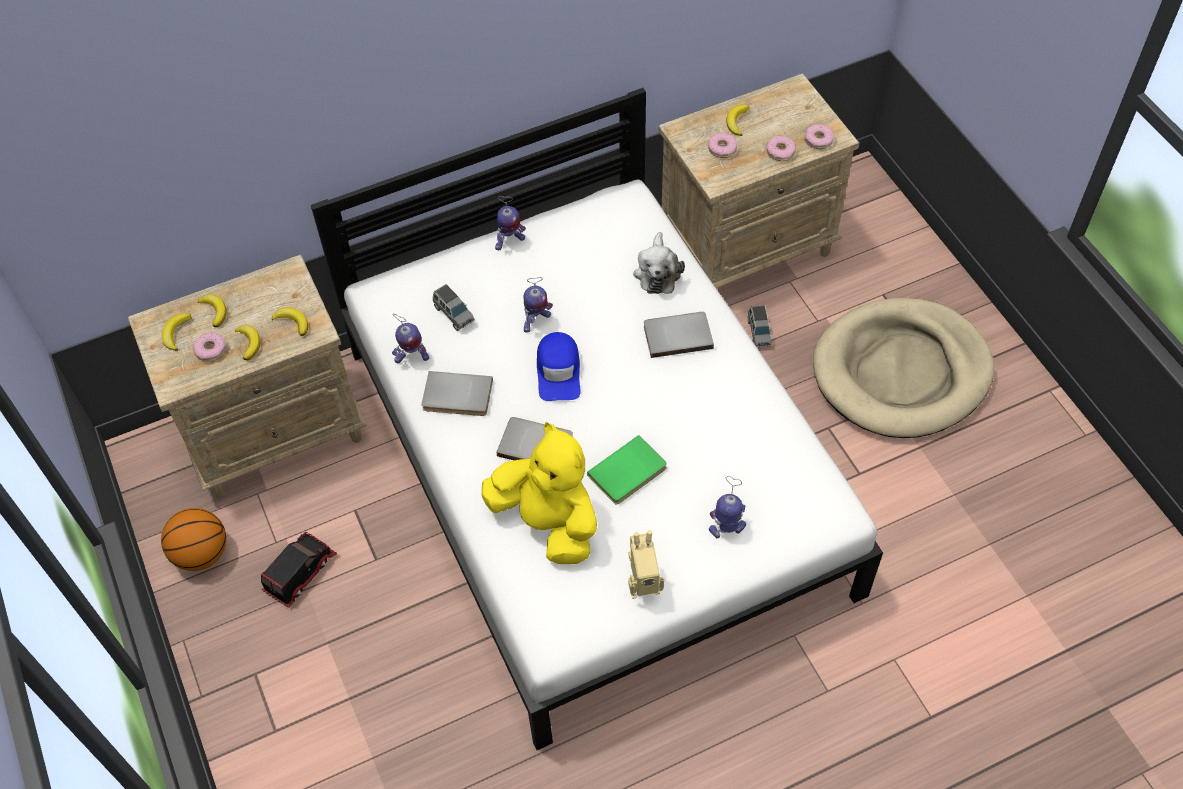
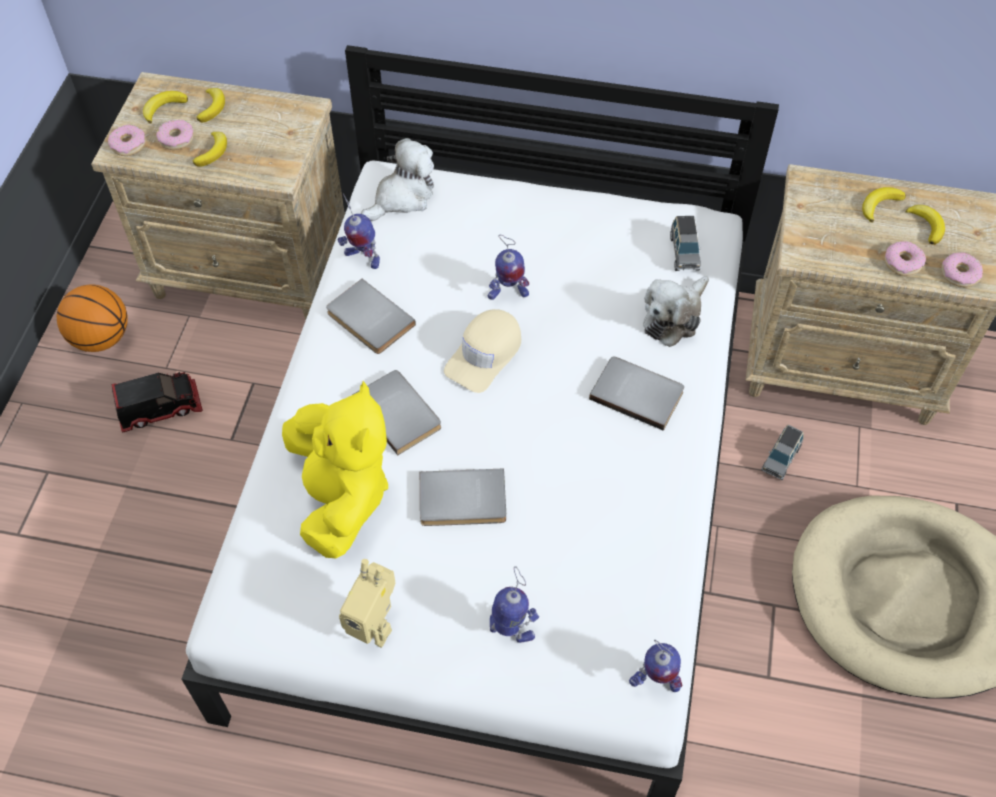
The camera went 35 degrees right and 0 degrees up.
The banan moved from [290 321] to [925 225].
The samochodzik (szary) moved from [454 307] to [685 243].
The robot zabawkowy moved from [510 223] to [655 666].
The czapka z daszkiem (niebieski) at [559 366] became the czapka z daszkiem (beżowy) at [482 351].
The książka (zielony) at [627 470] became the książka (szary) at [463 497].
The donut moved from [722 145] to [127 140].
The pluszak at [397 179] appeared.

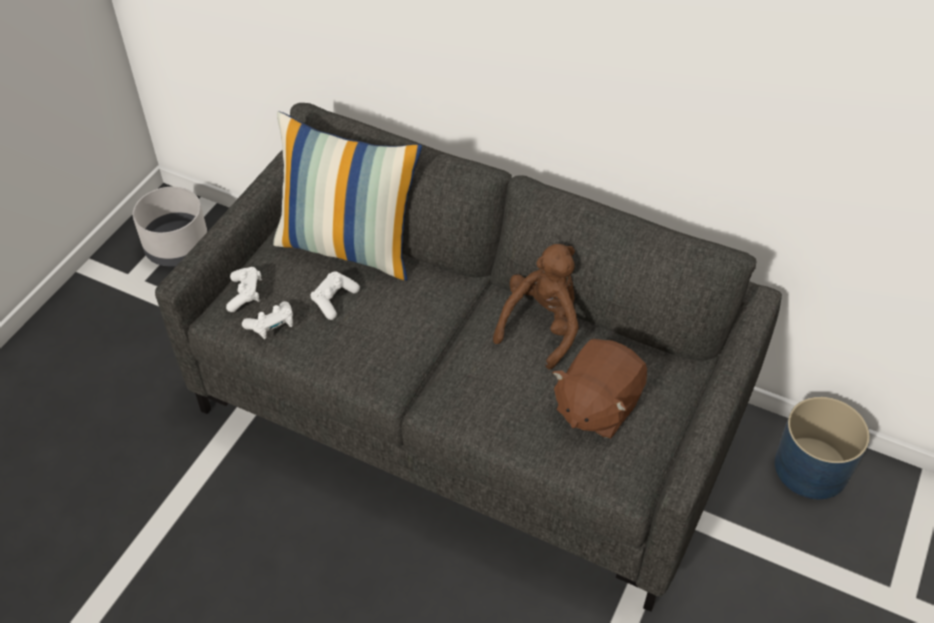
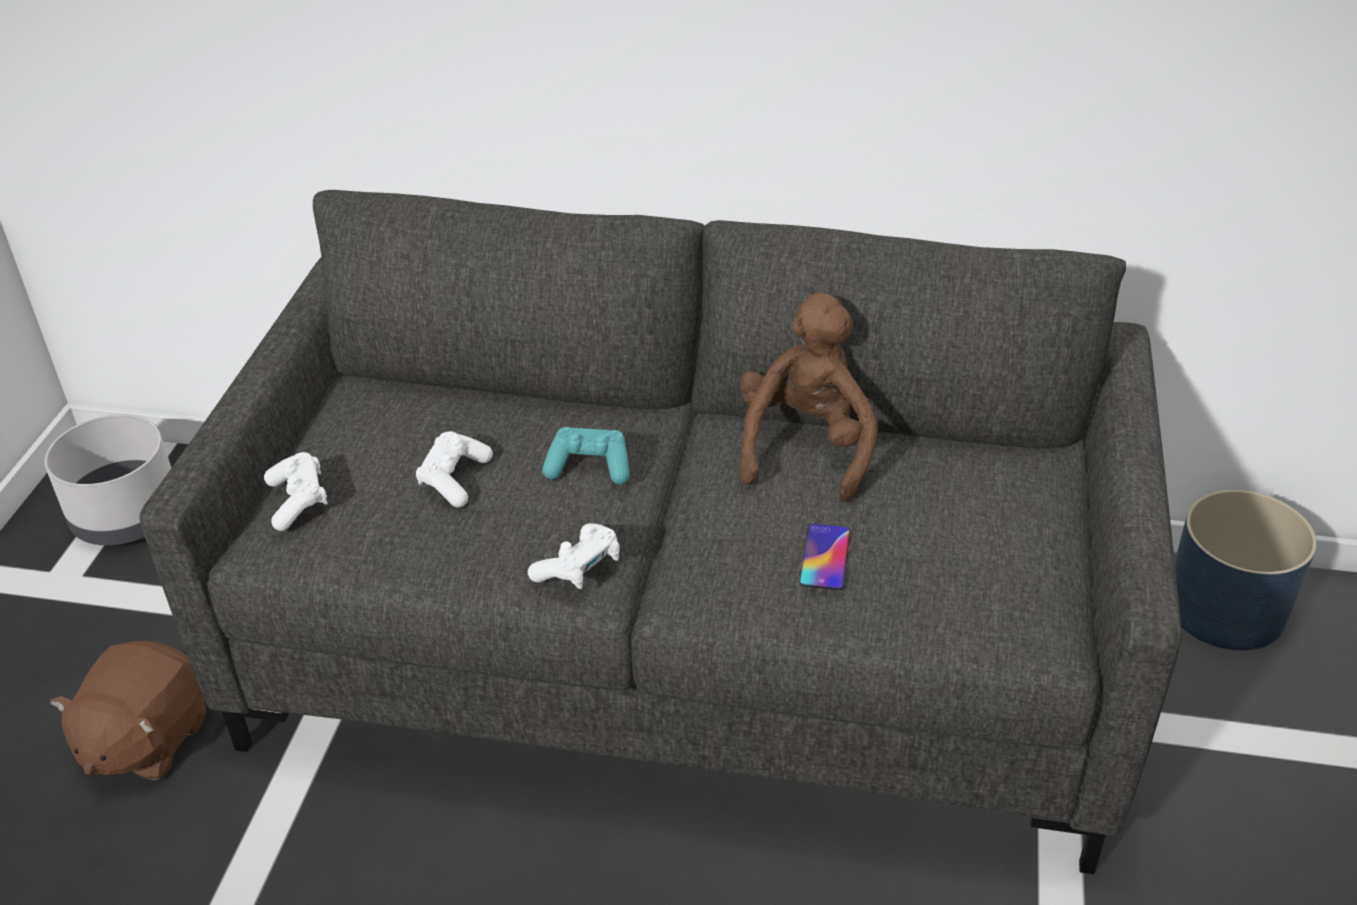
The camera went 15 degrees left and 10 degrees down.
The pad do gier (biały) moved from [267 320] to [574 556].
The poduszka at [347 196] disappeared.
The pluszak (brązowy) moved from [599 388] to [128 710].
The pad do gier (turkusowy) at [585 456] appeared.
The telefon at [825 557] appeared.

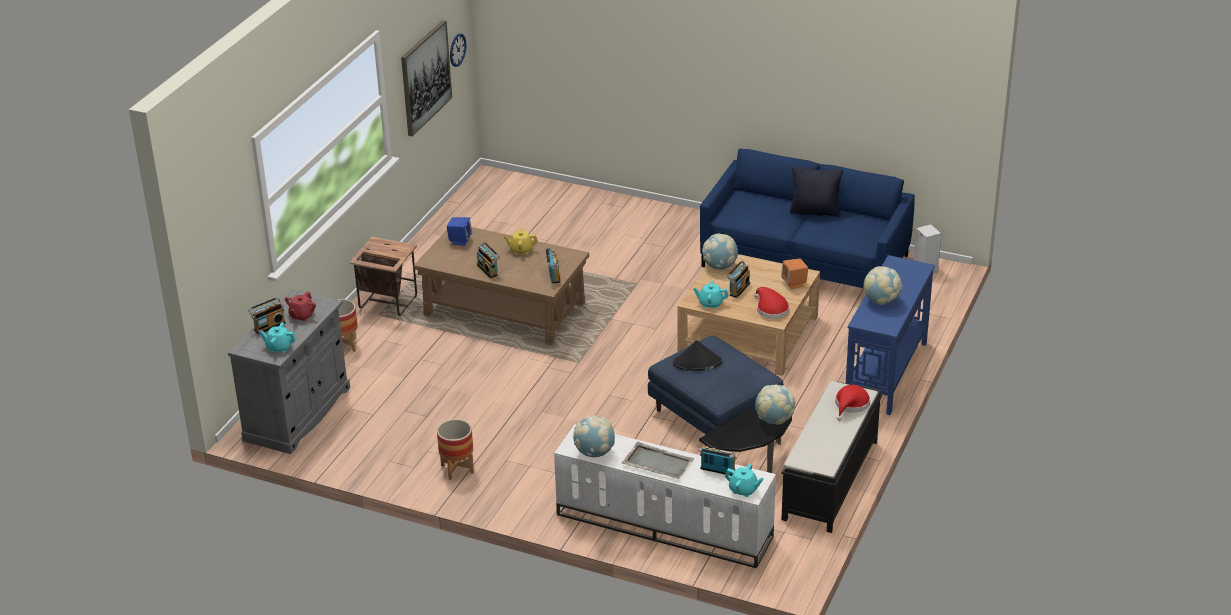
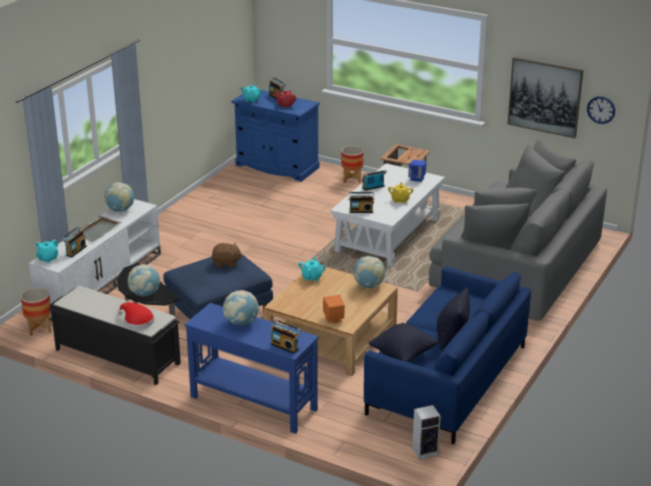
The camera went 95 degrees right and 5 degrees down.
The szafka (szary) at [289 371] became the szafka (niebieski) at [276 136].
The ława (brązowy) at [501 286] became the ława (biały) at [388 215].
The donica moved from [455 449] to [36 312].
The kapelusz (czarny) at [697 355] was replaced by the pluszak (brązowy) at [227 255].
The radio moved from [738 279] to [286 336].
The kapelusz (czerwony) at [771 303] disappeared.
The poduszka (czarny) at [404 342] appeared.
The kanapa (szary) at [518 230] appeared.

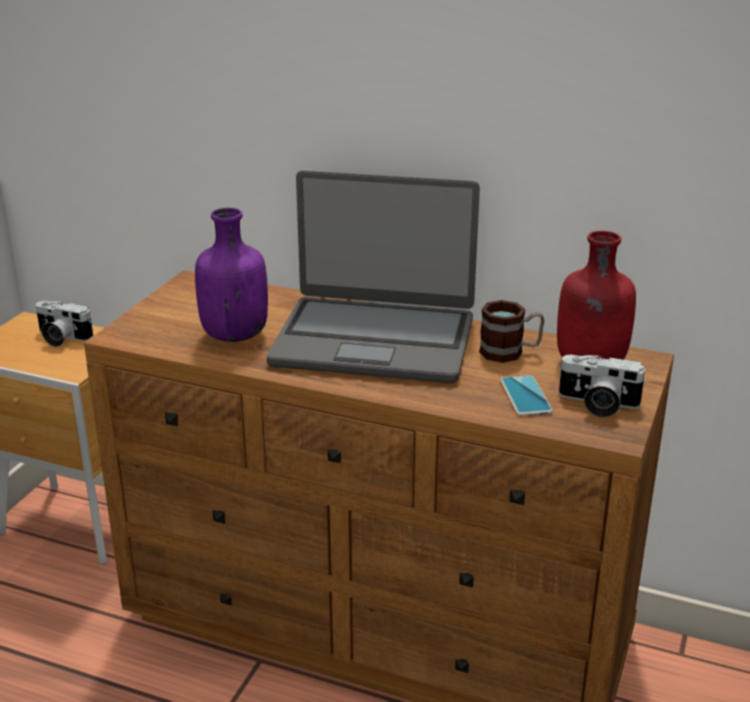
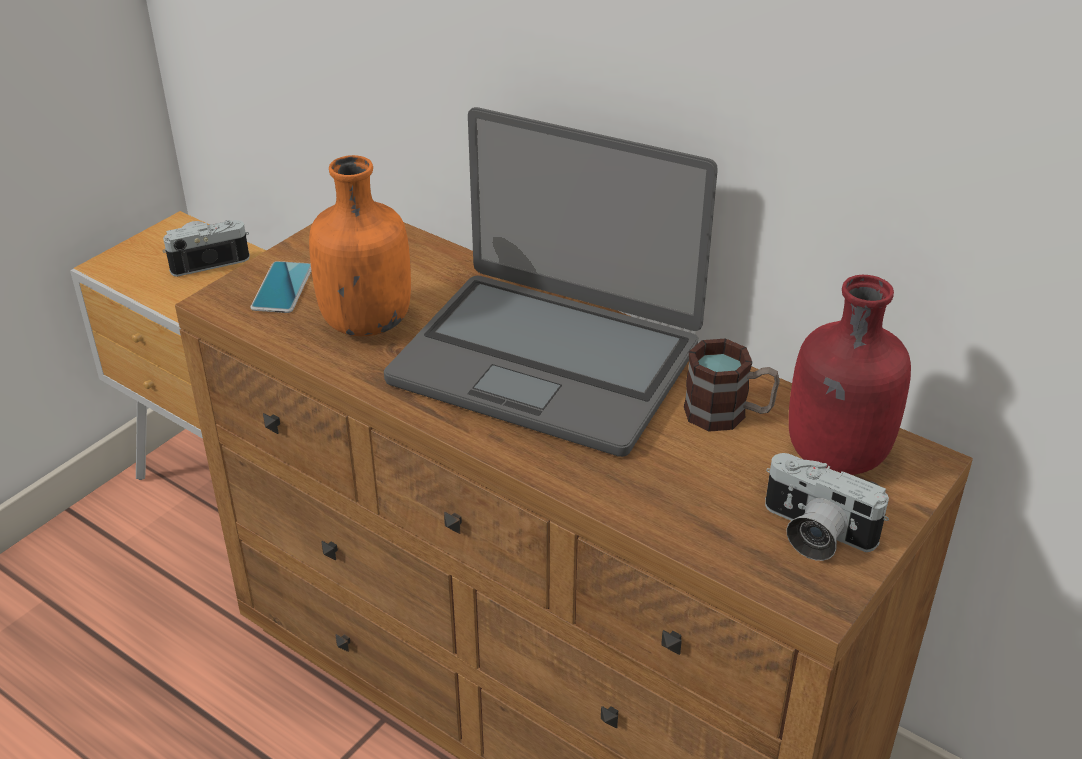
The camera went 15 degrees right and 10 degrees up.
The aparat fotograficzny at [64 324] turned 120 degrees clockwise.
The butelka (fioletowy) at [231 275] became the butelka (pomarańczowy) at [360 245].
The telefon moved from [526 395] to [280 287].

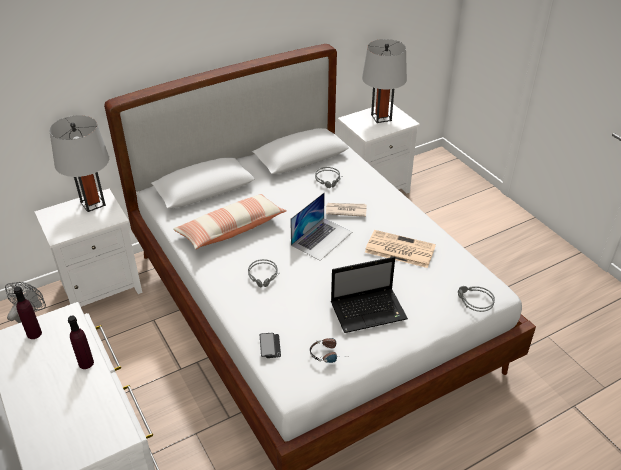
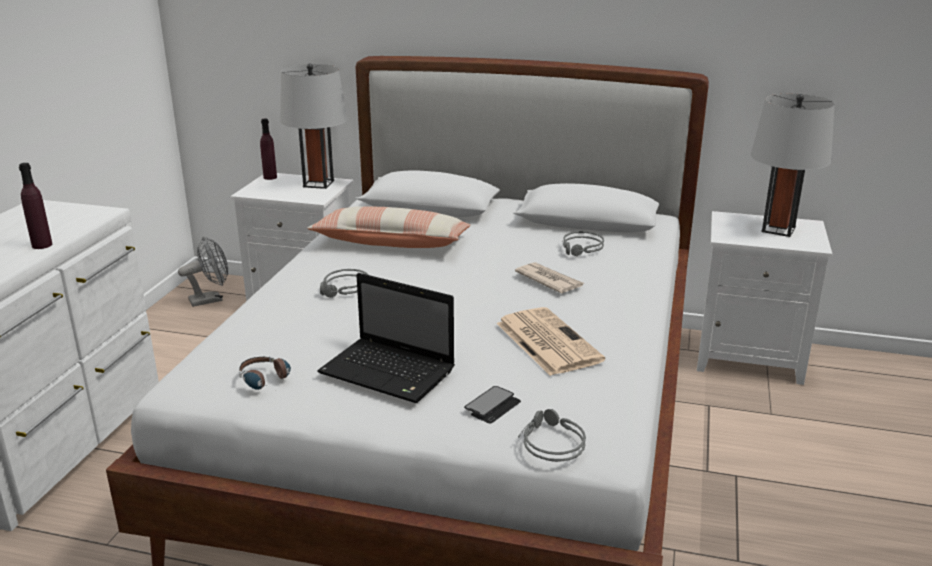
The camera went 45 degrees right and 15 degrees down.
The butelka (fioletowy) moved from [28 312] to [268 149].
The telefon moved from [270 345] to [492 405].
The laptop at [321 226] disappeared.

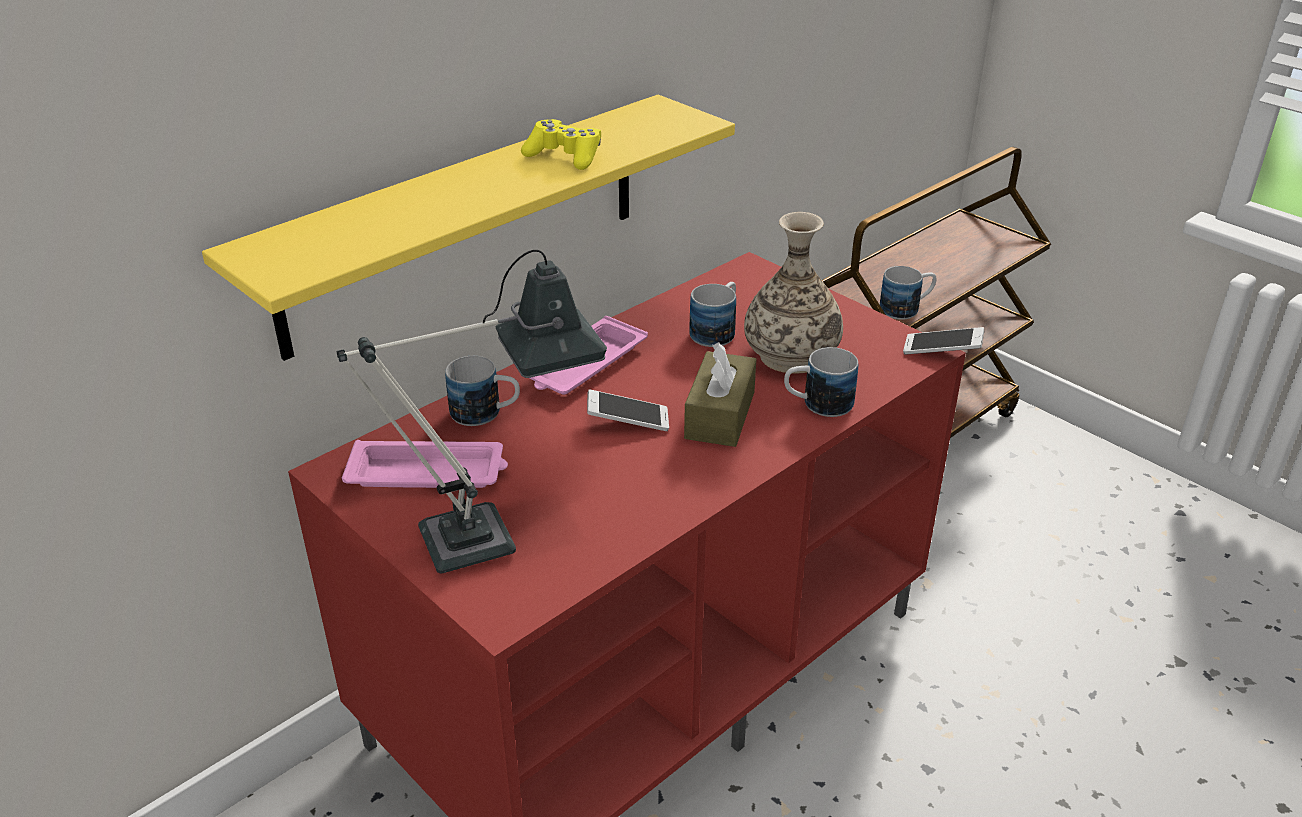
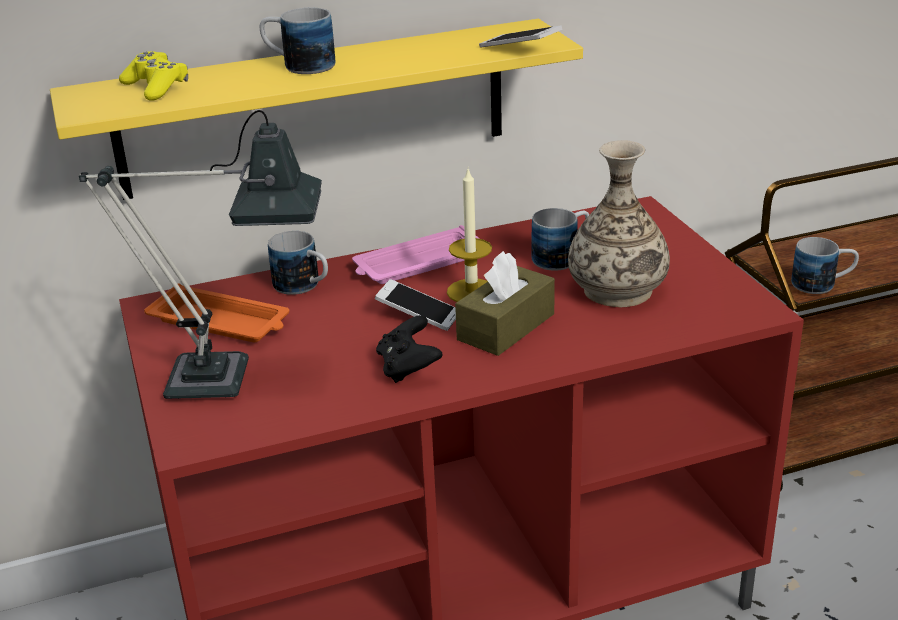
The camera went 25 degrees right and 5 degrees down.
The taca (różowy) at [425 464] became the taca (pomarańczowy) at [216 313].
The pad do gier (żółty) moved from [561 144] to [153 76].
The kubek moved from [821 382] to [297 41].
The telefon moved from [943 341] to [520 36].
The pad do gier (czarny) at [409 349] appeared.
The świeca at [469 235] appeared.

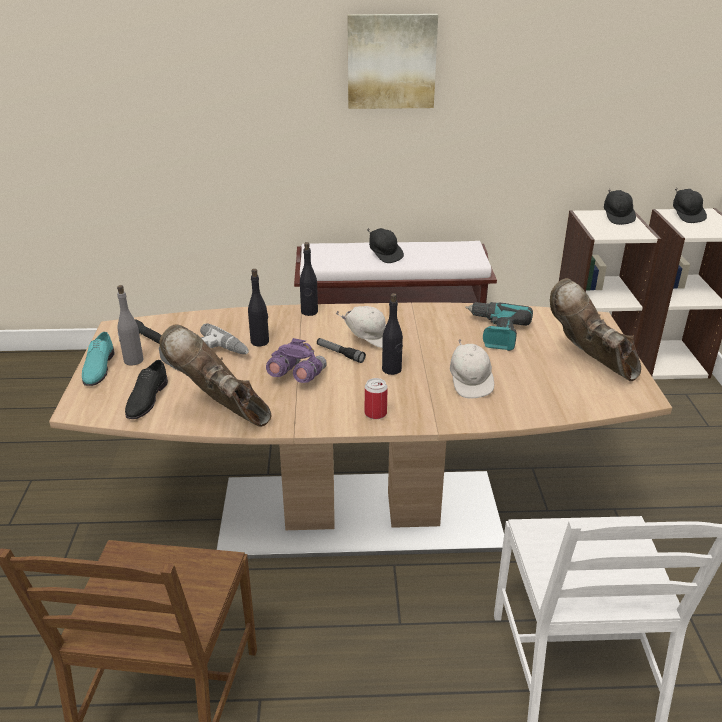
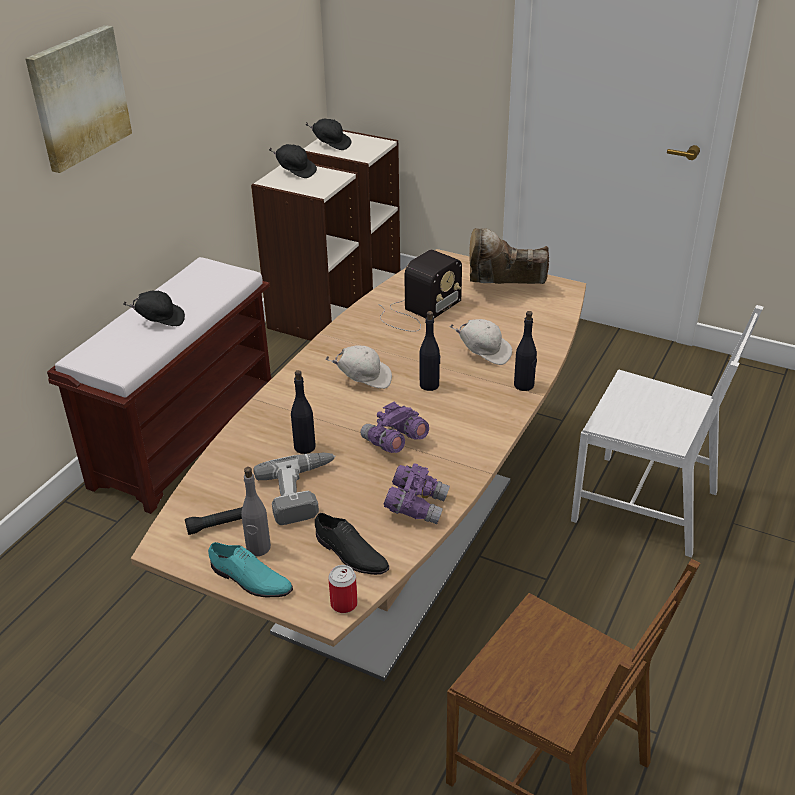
The camera went 60 degrees left and 5 degrees up.
The but z cholewką (brązowy) at [215 375] was replaced by the lornetka (fioletowy) at [416 494].
The butelka (czarny) moved from [309 279] to [525 351].
The latarka at [341 350] disappeared.
The czapka z daszkiem (biały) at [360 327] turned 45 degrees clockwise.
The puszka moved from [376 398] to [343 589].
The wiertarka at [499 326] was replaced by the radio at [420 291].

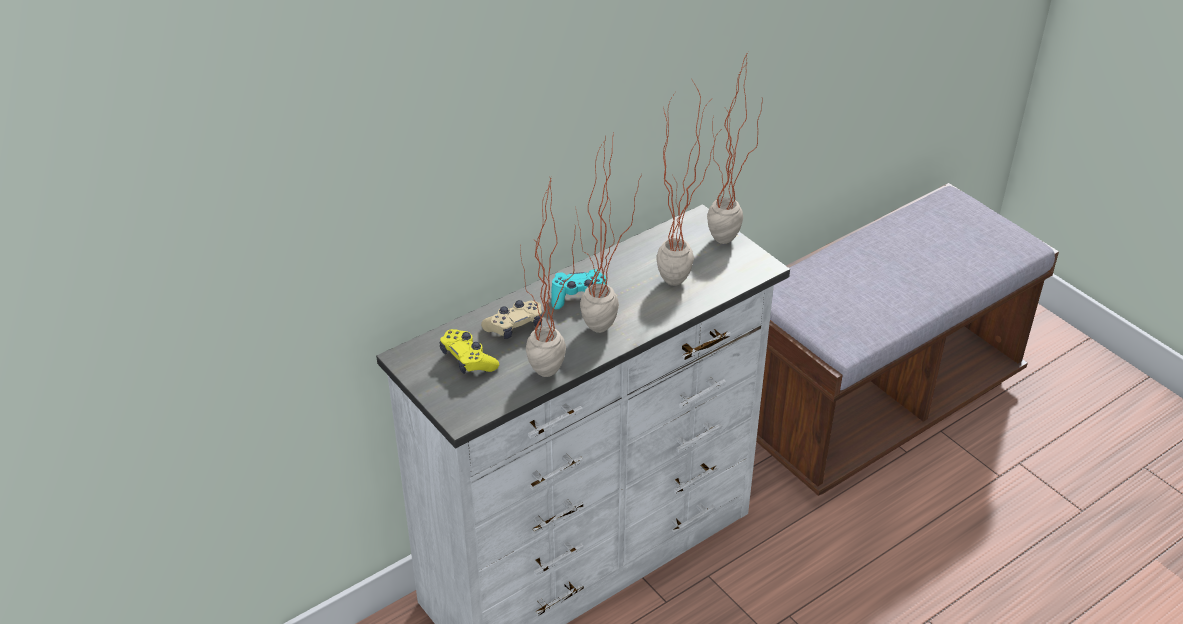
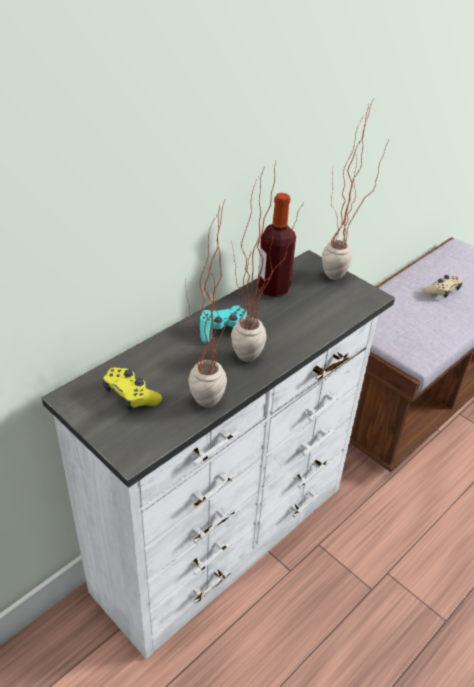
The camera went 10 degrees left and 0 degrees up.
The pad do gier (beżowy) moved from [511 319] to [443 286].
The roślina doniczkowa at [688 183] disappeared.
The butelka at [277 245] appeared.

